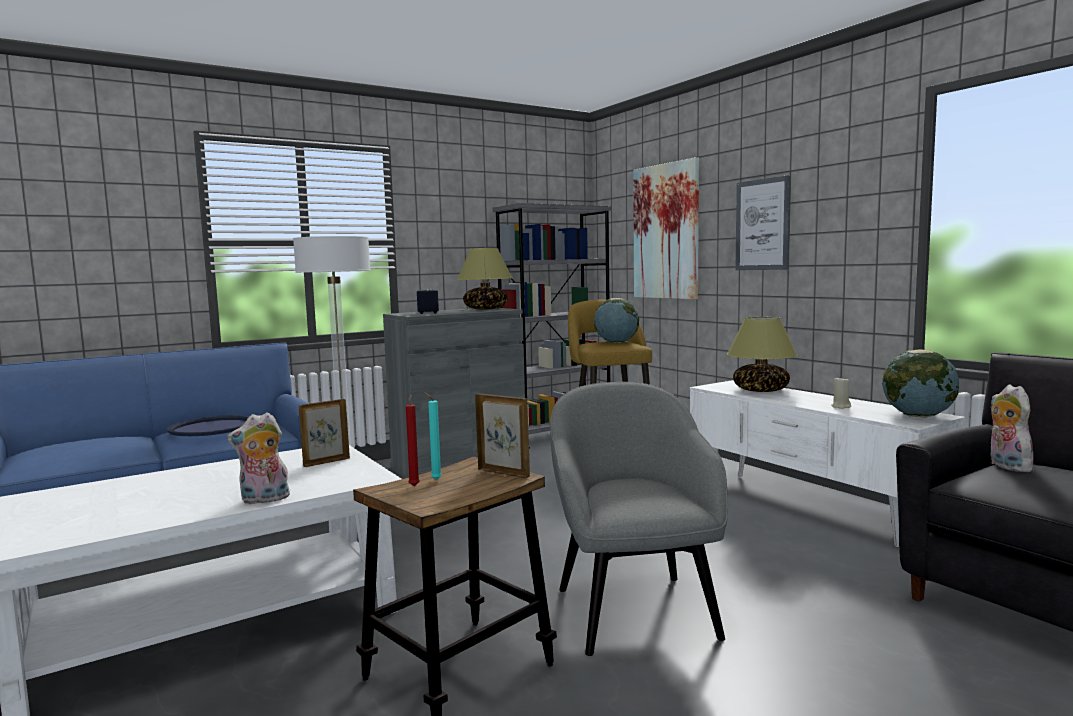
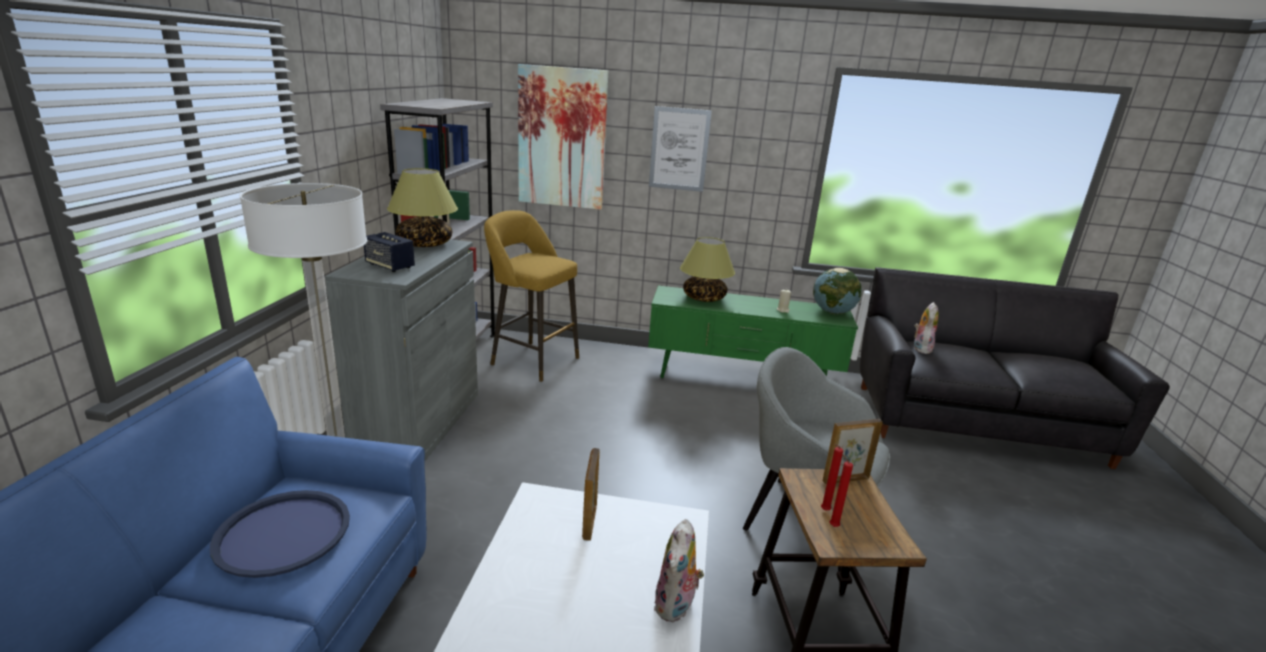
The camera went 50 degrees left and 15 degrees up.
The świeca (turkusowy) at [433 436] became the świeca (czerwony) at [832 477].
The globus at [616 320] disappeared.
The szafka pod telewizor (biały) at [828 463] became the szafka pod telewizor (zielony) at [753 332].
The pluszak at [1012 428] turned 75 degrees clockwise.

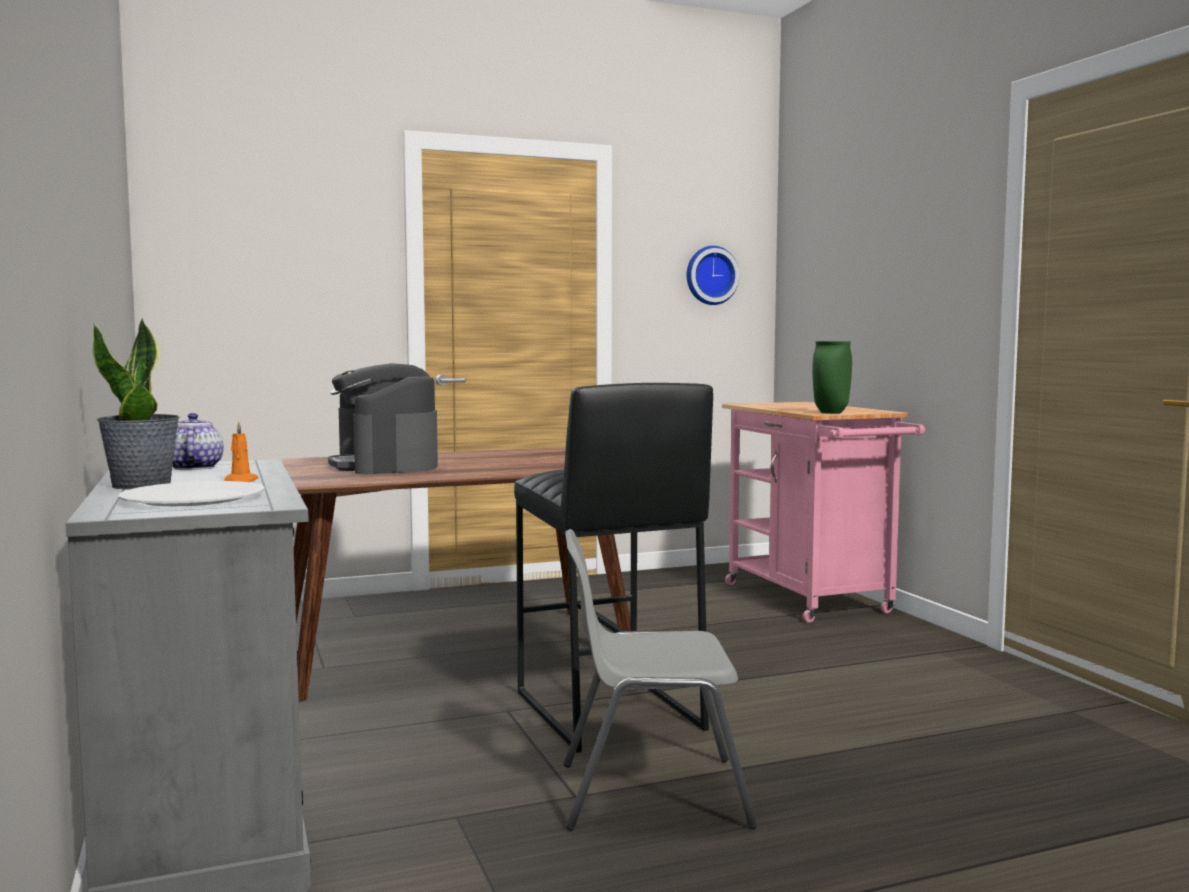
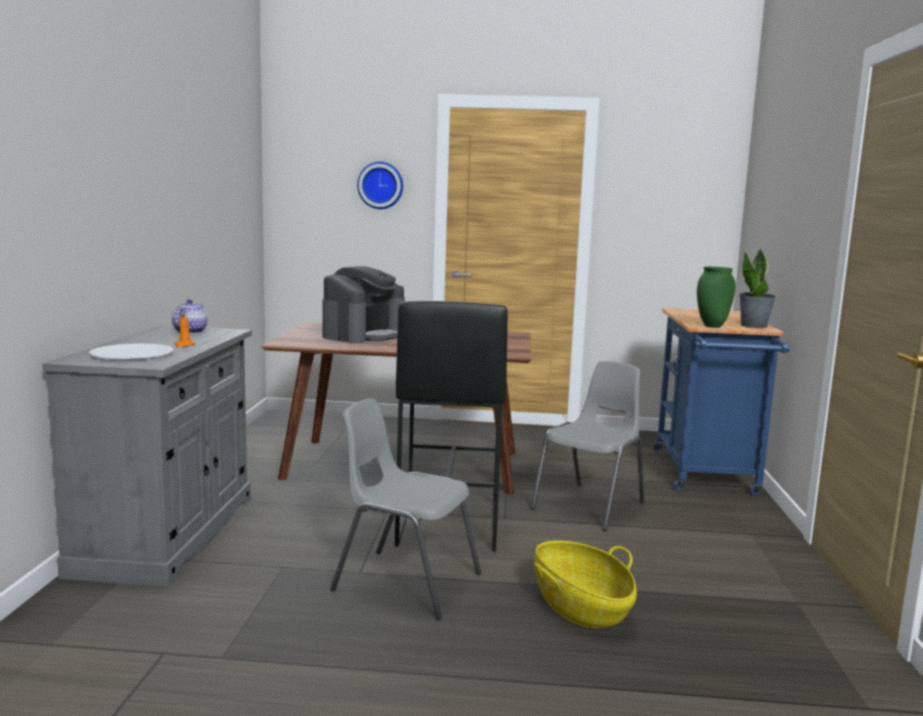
The camera went 25 degrees right and 5 degrees up.
The roślina doniczkowa moved from [136 403] to [757 288].
The ekspres do kawy at [383 418] turned 150 degrees counterclockwise.
The zegar ścienny moved from [713 275] to [380 185].
The wózek (różowy) at [823 512] became the wózek (niebieski) at [721 401].
The krzesło (szary) at [587 446] appeared.
The koszyk at [585 585] appeared.

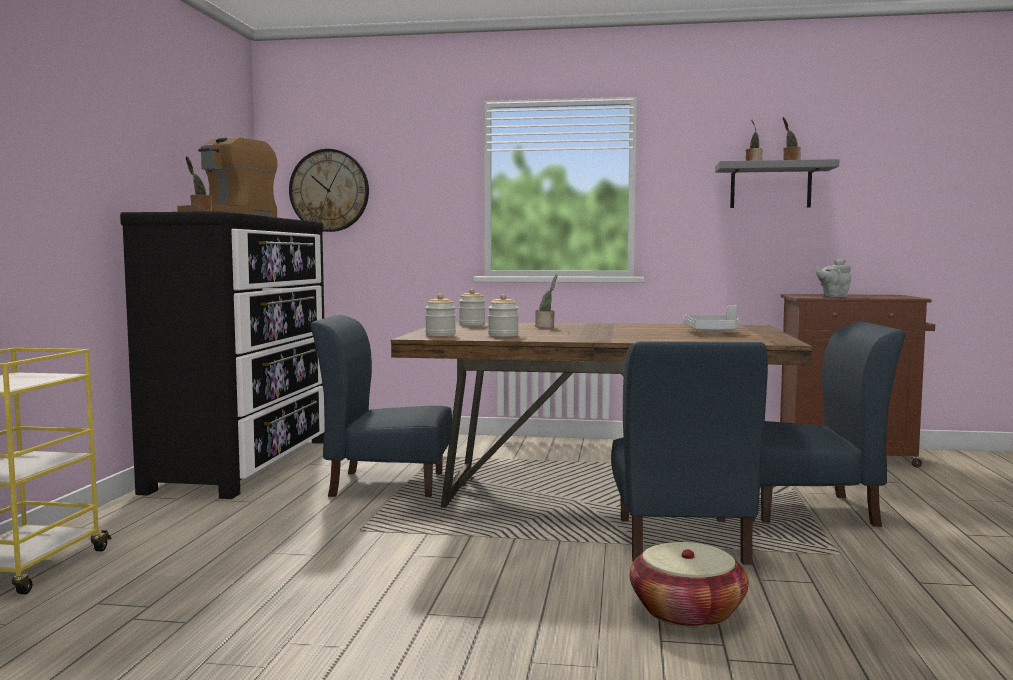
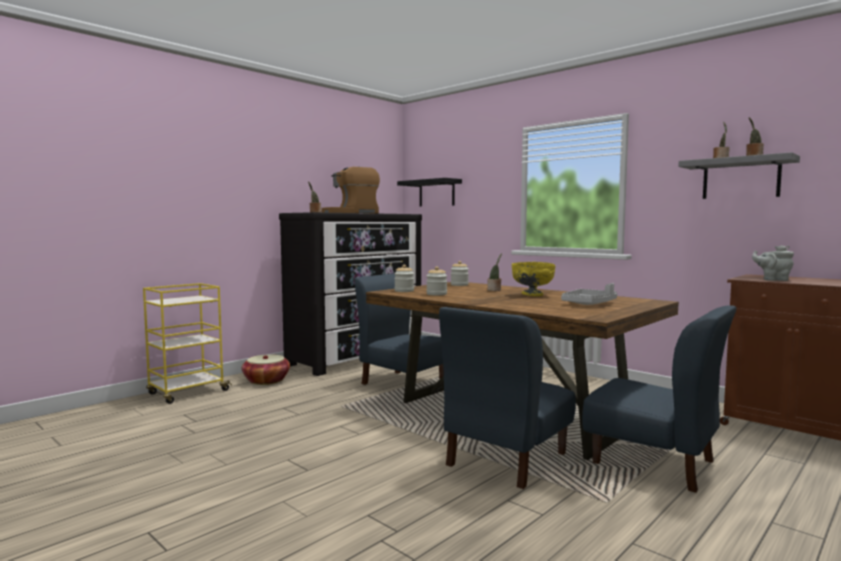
The camera went 35 degrees right and 0 degrees up.
The zegar ścienny at [329 190] was replaced by the półka (czarny) at [429 192].
The koszyk moved from [689 585] to [266 369].
The miska (żółty) at [534 279] appeared.

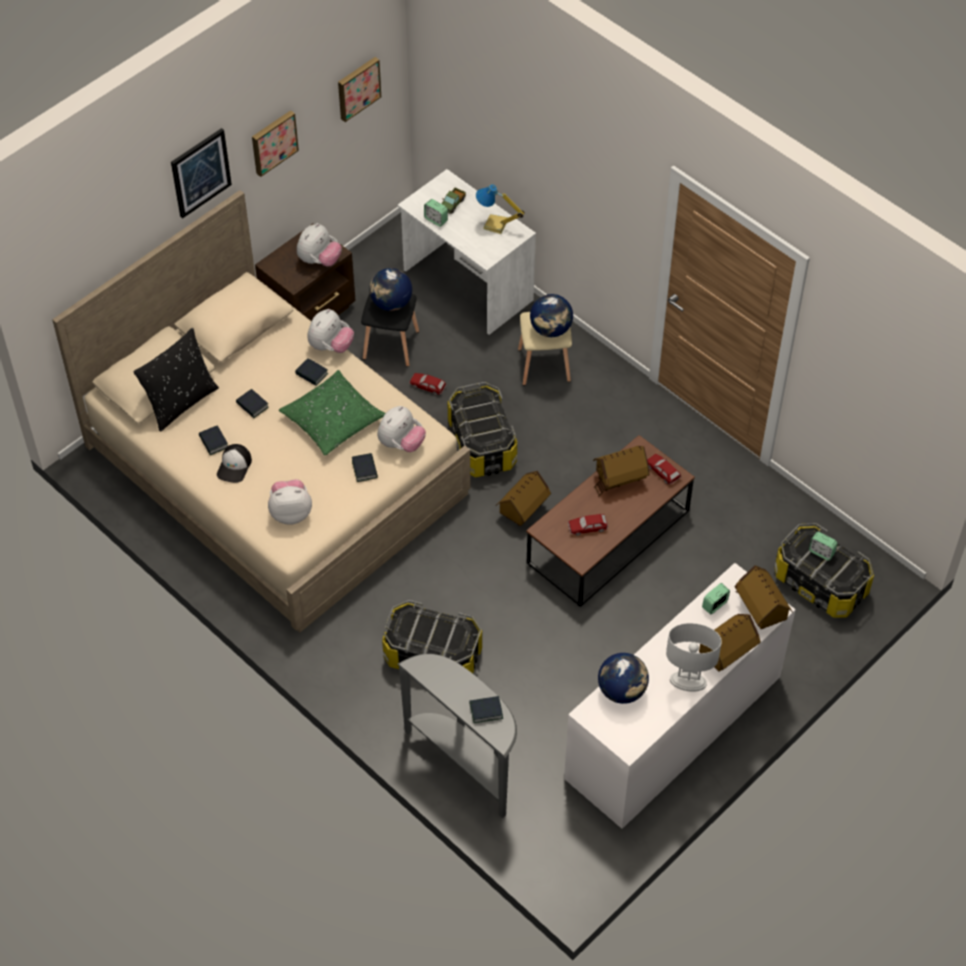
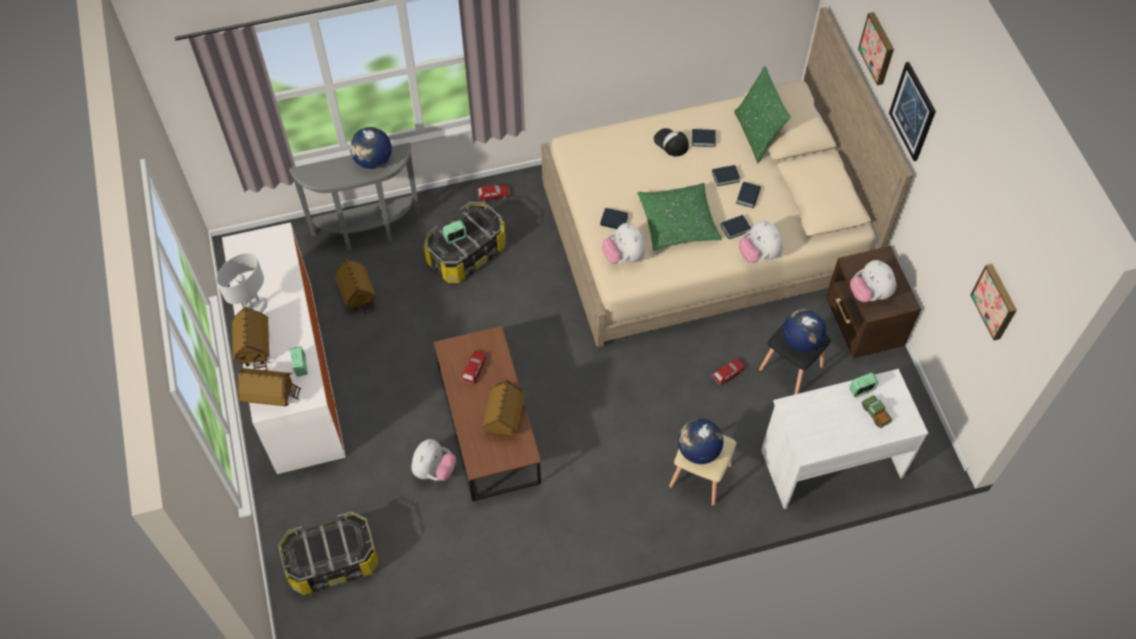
The camera went 120 degrees right and 5 degrees up.
The poduszka (czarny) at [176 380] became the poduszka (zielony) at [762 114].
The obraz moved from [275 143] to [876 48].
The pluszak moved from [290 502] to [434 460].
The pojemnik do przechowywania at [482 429] disappeared.
The książka moved from [486 709] to [748 195].
The lampa stołowa at [500 209] disappeared.
The domek moved from [524 498] to [355 287].
The globus moved from [623 678] to [371 148].
The samochodzik moved from [664 469] to [493 193].
The budzik moved from [823 546] to [454 232].

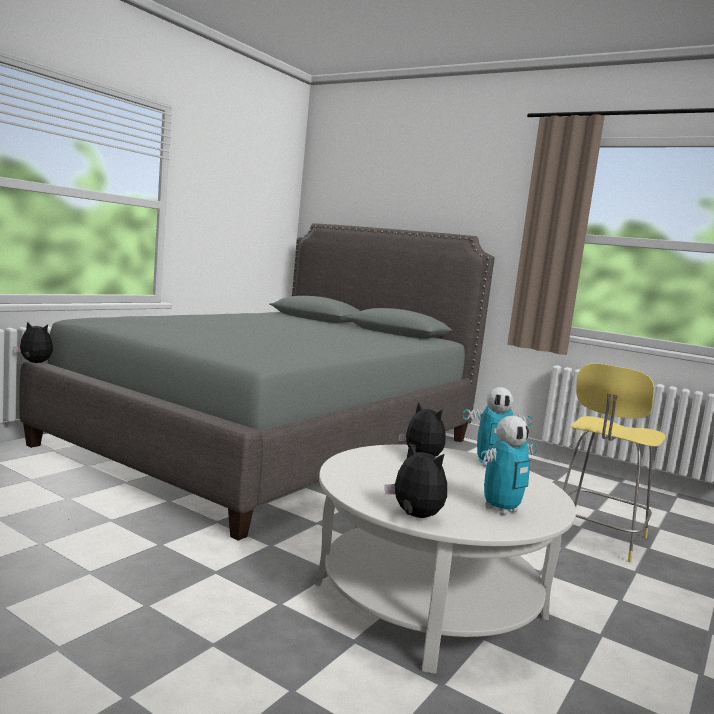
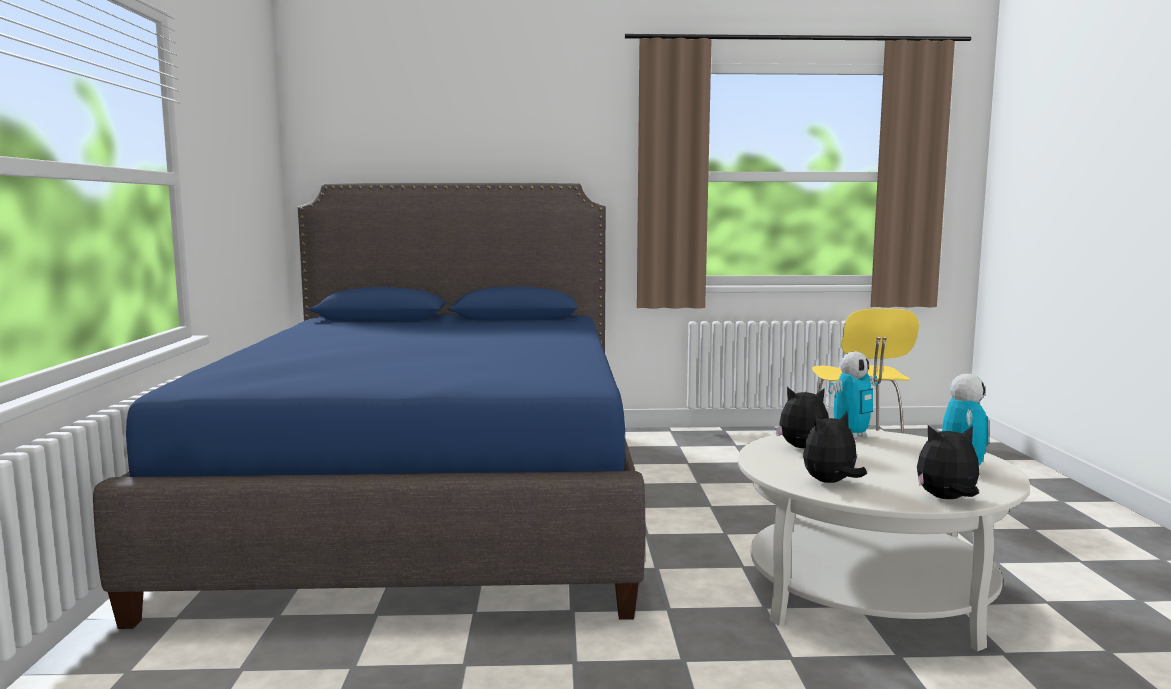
The camera went 35 degrees left and 0 degrees up.
The pluszak moved from [33 342] to [835 447].
The łóżko (szary) at [257 382] became the łóżko (niebieski) at [369 406].

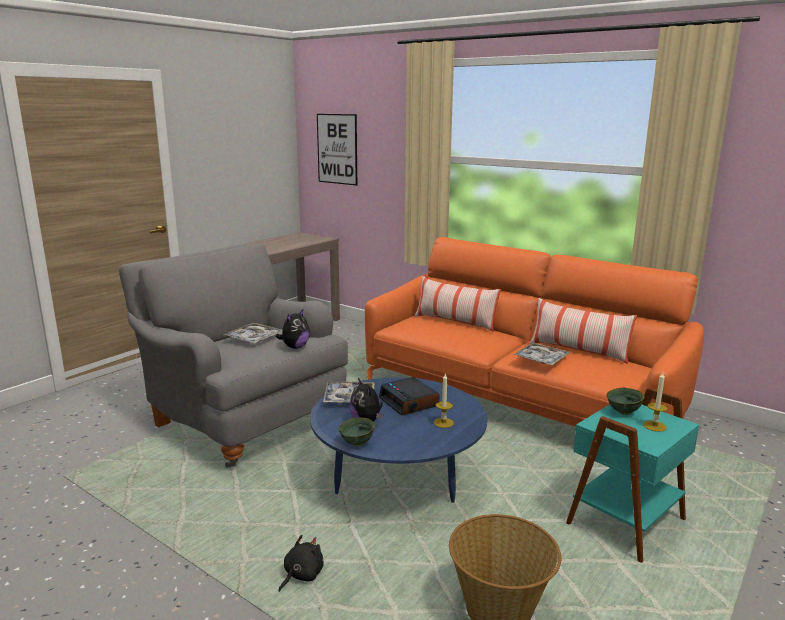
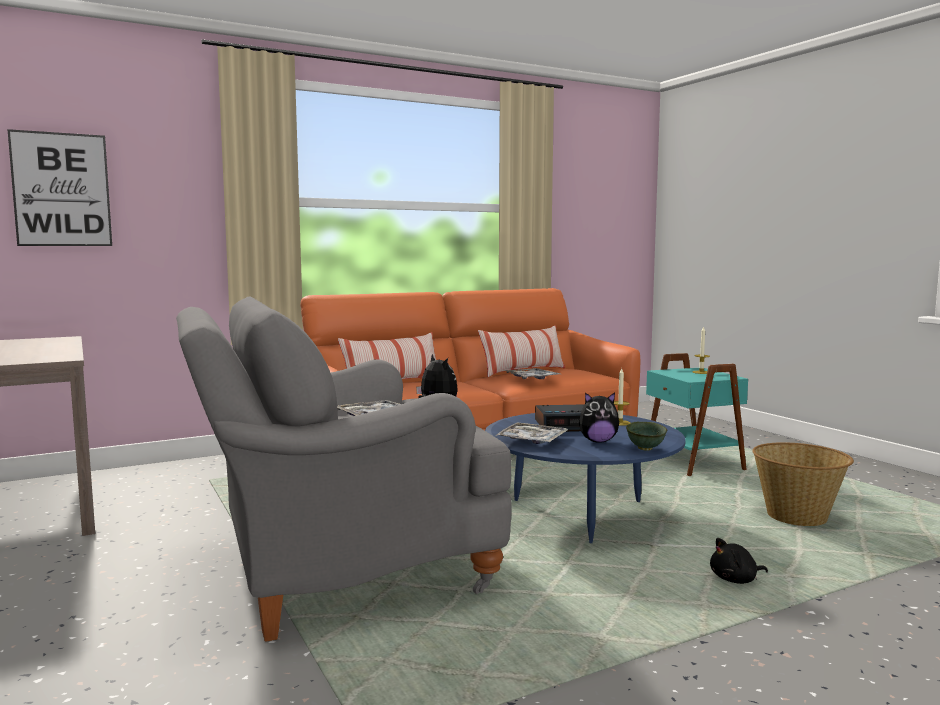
The camera went 65 degrees left and 10 degrees down.
The pluszak (czarny) at [301 563] turned 75 degrees counterclockwise.
The miska (zielony) at [625 401] disappeared.

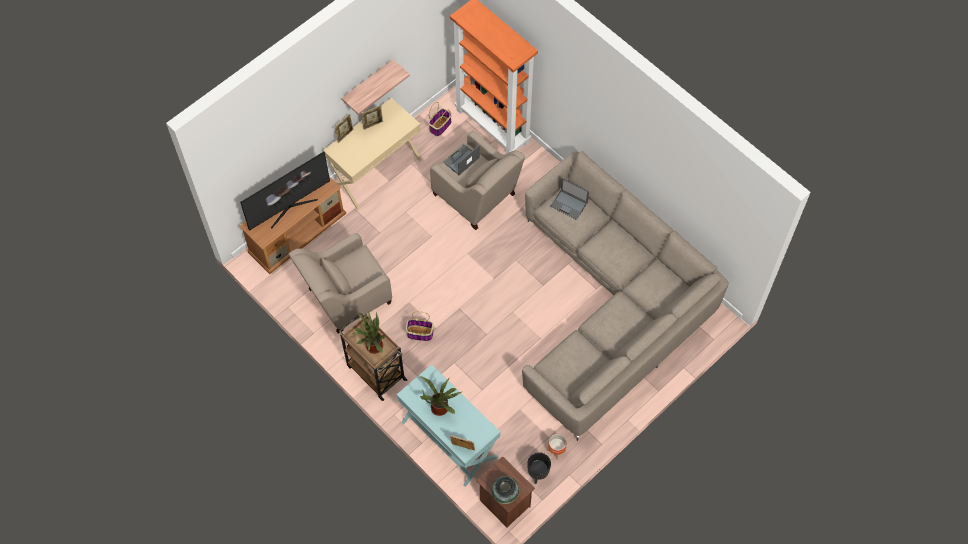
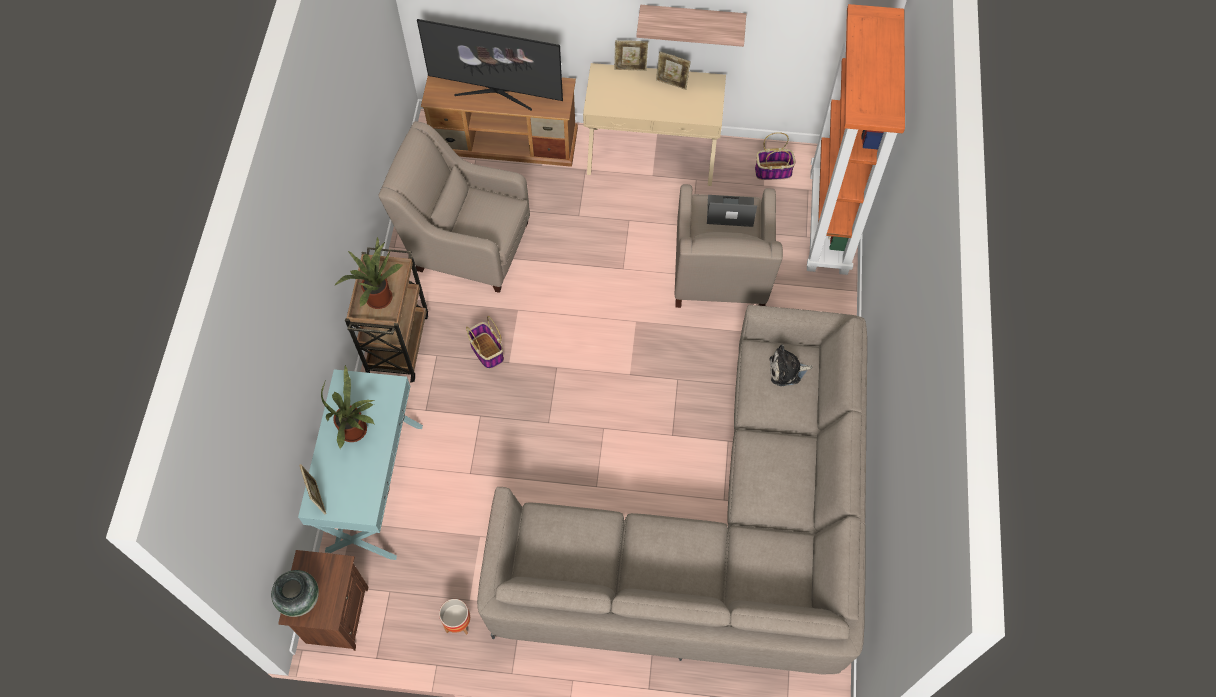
The camera went 50 degrees right and 0 degrees up.
The donica (czarny) at [539 468] disappeared.
The laptop at [569 199] was replaced by the pluszak at [791 365].

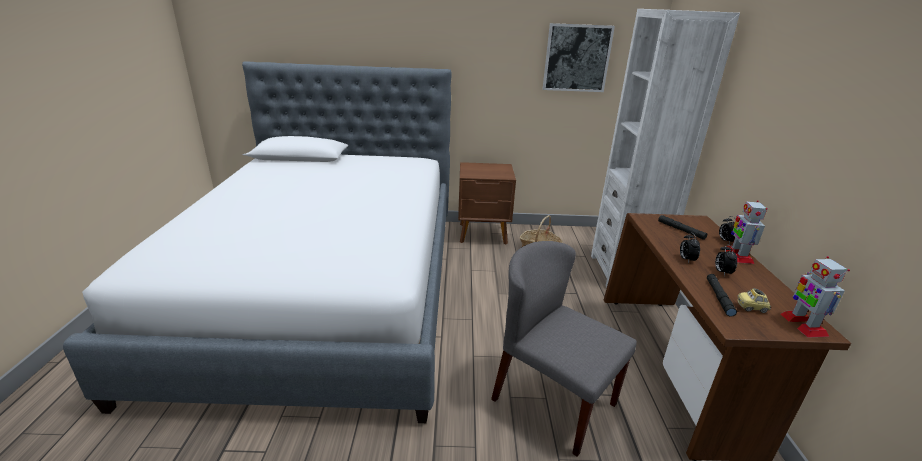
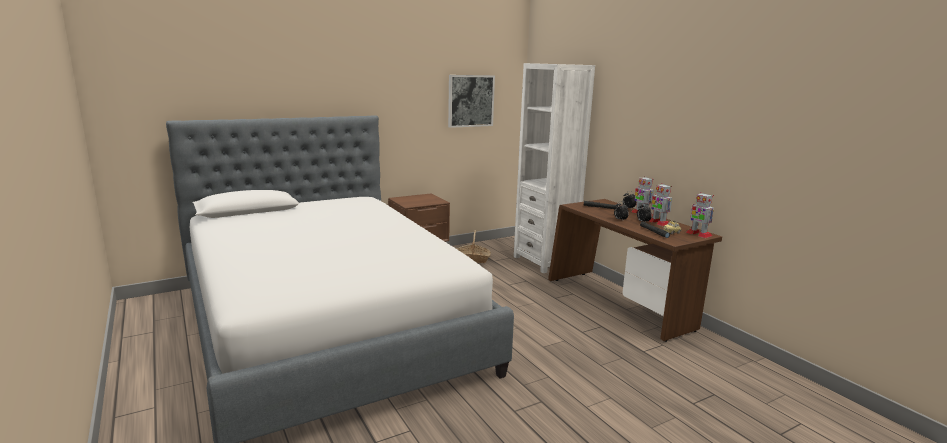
The camera went 30 degrees left and 10 degrees down.
The krzesło (szary) at [564 349] disappeared.
The robot zabawkowy at [660 204] appeared.

